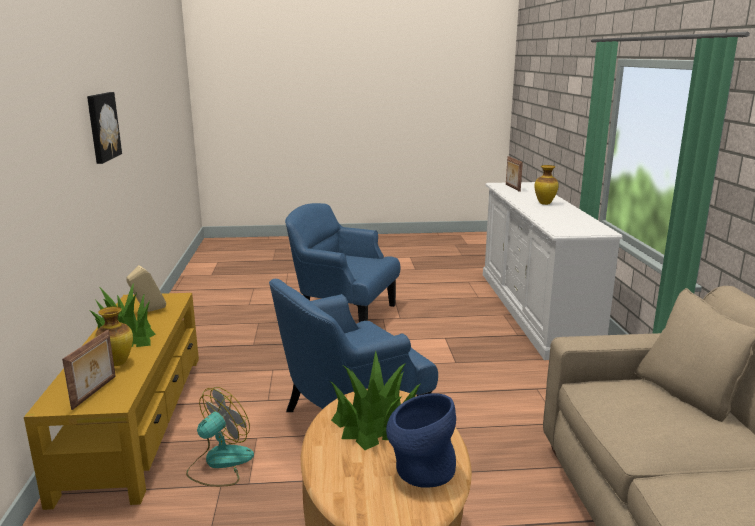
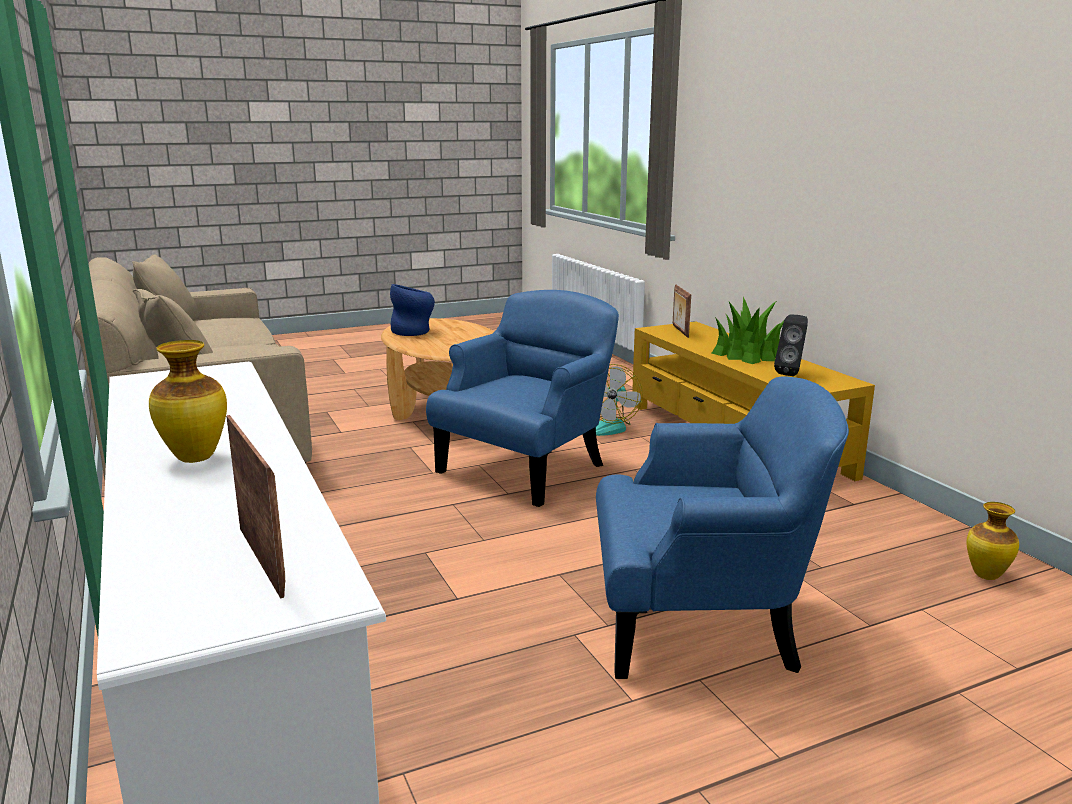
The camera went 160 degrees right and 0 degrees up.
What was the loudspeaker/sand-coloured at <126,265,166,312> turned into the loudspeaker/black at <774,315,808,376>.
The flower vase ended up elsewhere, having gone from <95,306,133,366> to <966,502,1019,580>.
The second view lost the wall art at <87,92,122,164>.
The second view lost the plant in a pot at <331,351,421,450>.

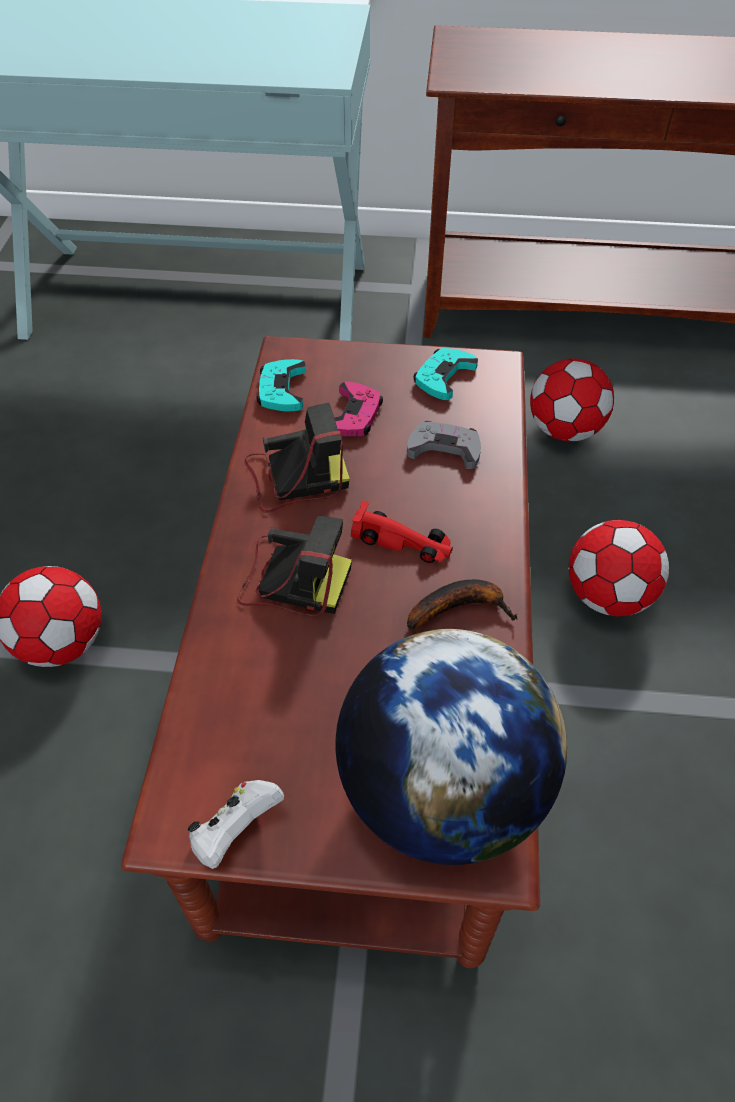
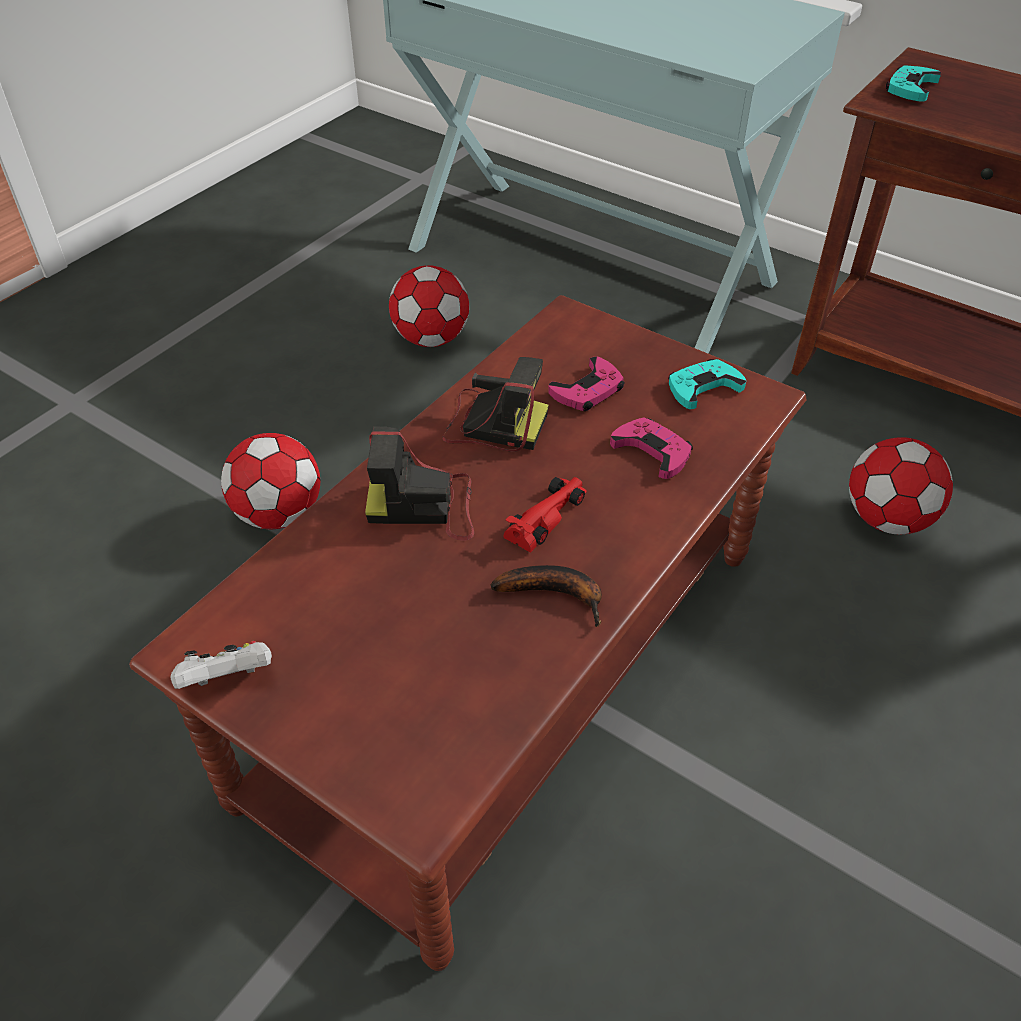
The camera went 30 degrees right and 5 degrees down.
The still camera at <237,516,352,616> ended up facing another way, 135 degrees clockwise from before.
The ball for football ended up elsewhere, having gone from <569,520,669,616> to <389,265,469,347>.
The miniature car/red-coloured at <351,501,453,563> ended up facing another way, 105 degrees counterclockwise from before.
What was the game controller/grey at <407,421,481,469> turned into the game controller/pink at <610,417,693,479>.
The game controller/turquoise ended up elsewhere, having gone from <257,359,306,412> to <886,66,941,102>.
The second view lost the desk globe at <336,629,567,865>.

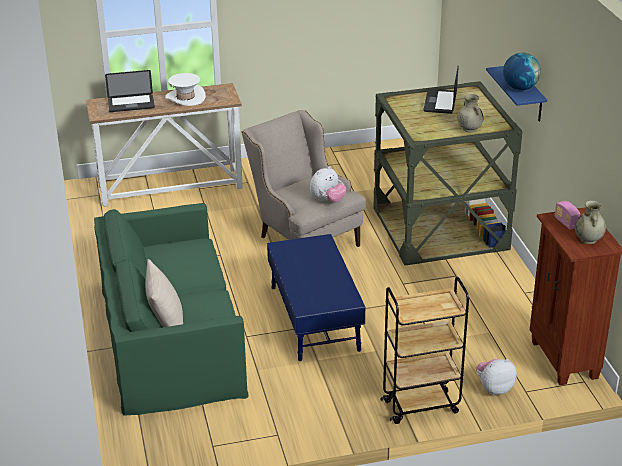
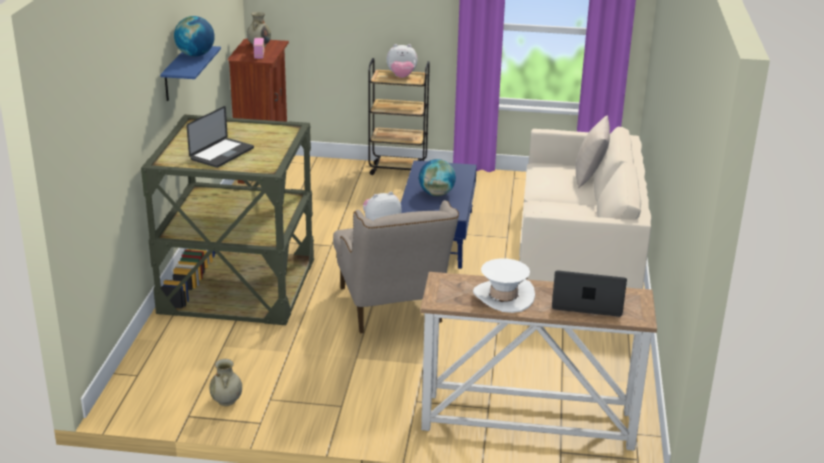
The camera went 160 degrees left and 5 degrees down.
The flower vase/sand-coloured ended up elsewhere, having gone from <457,94,483,133> to <209,359,242,406>.
The plush toy ended up elsewhere, having gone from <476,359,517,395> to <387,44,418,78>.
The second view gained the desk globe at <419,159,456,196>.
What was the settee/green-coloured at <94,203,249,416> turned into the settee/sand-coloured at <519,127,651,289>.

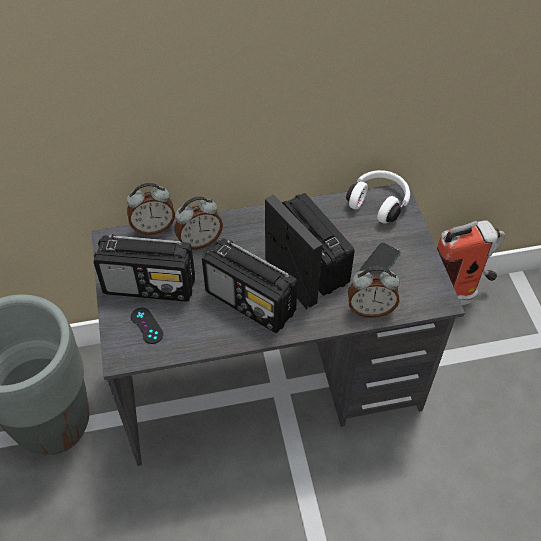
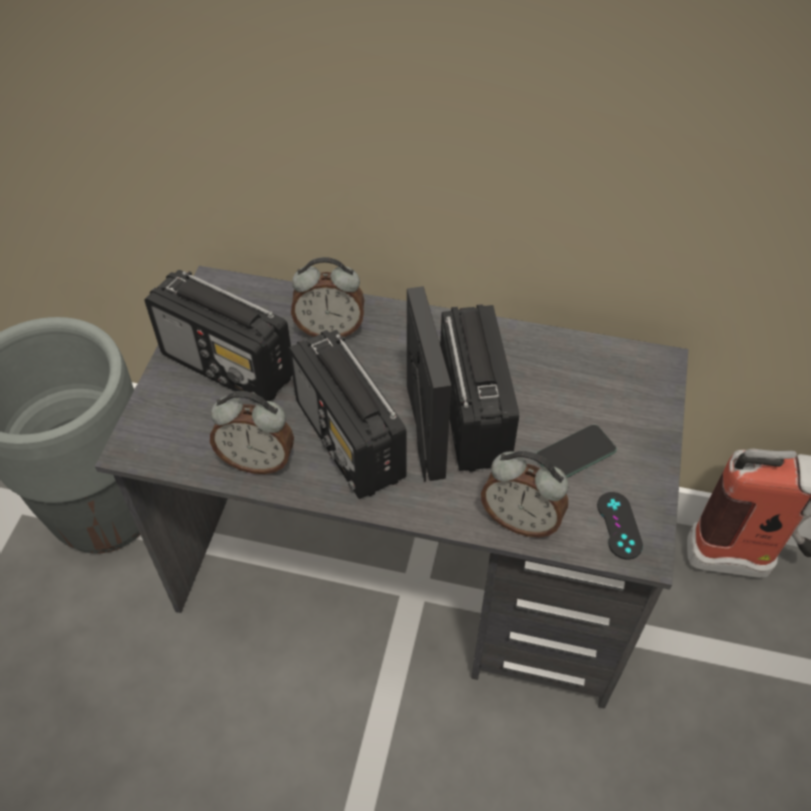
The camera went 25 degrees right and 0 degrees up.
The alarm clock ended up elsewhere, having gone from <127,183,175,235> to <210,391,294,474>.
The game controller/black ended up elsewhere, having gone from <131,308,163,344> to <597,492,643,559>.
The second view lost the headset/white at <346,170,410,224>.

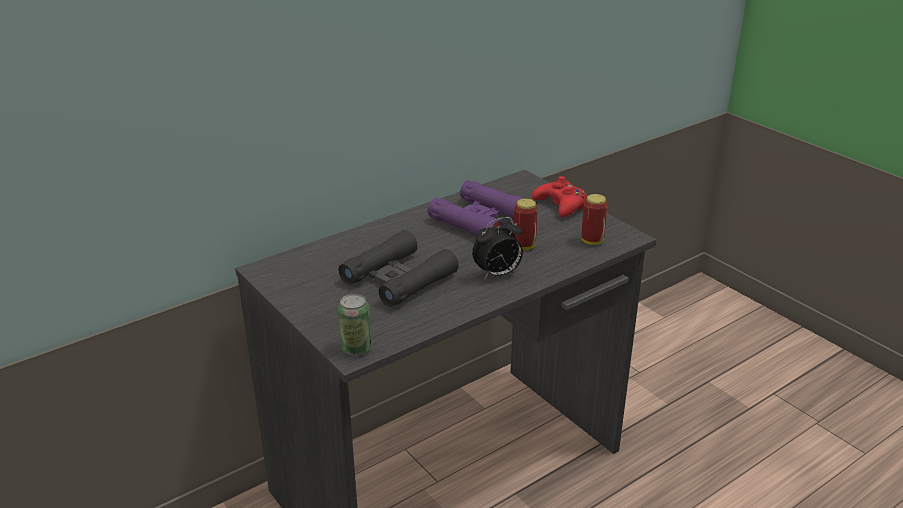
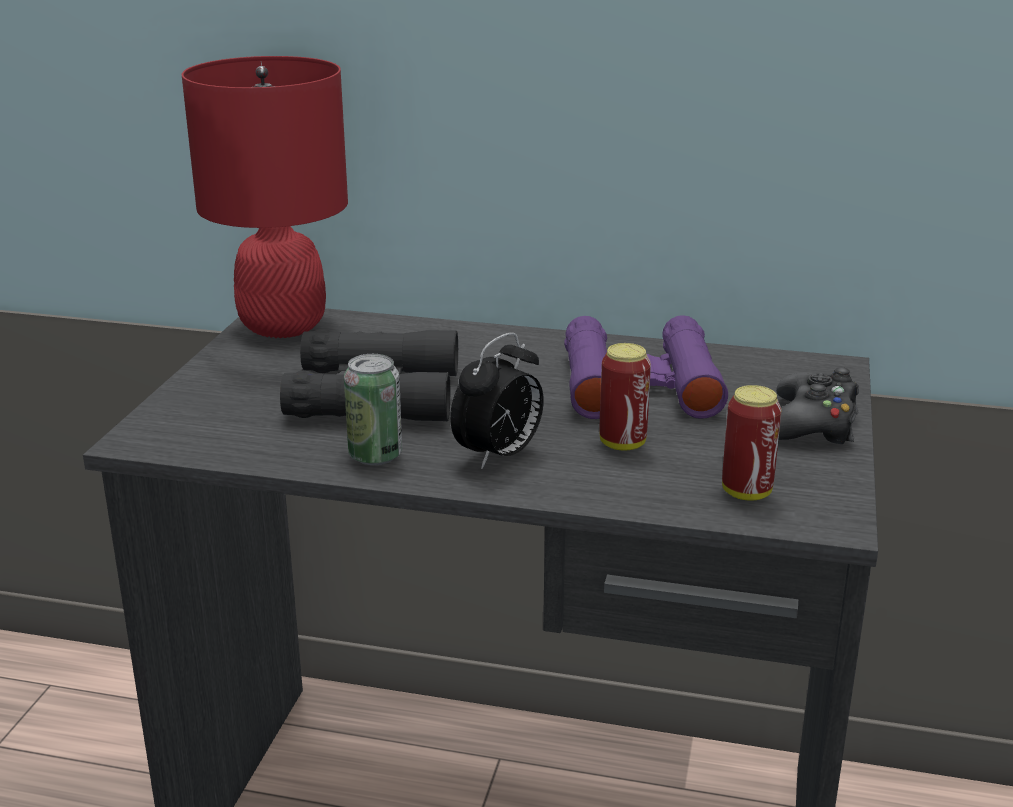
The camera went 50 degrees right and 5 degrees down.
The second view gained the table lamp/red-coloured at <182,56,348,338>.
The can ended up elsewhere, having gone from <338,294,372,355> to <344,354,402,465>.
The alarm clock at <472,217,523,280> ended up facing another way, 75 degrees counterclockwise from before.
What was the game controller/red-coloured at <532,176,587,218> turned into the game controller/black at <776,367,859,444>.

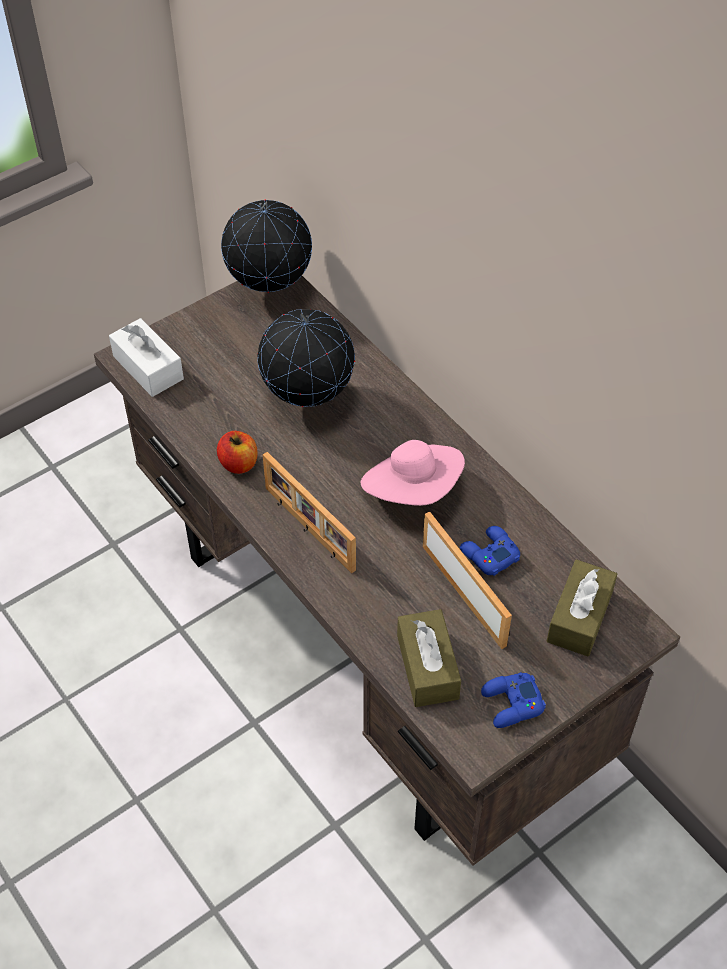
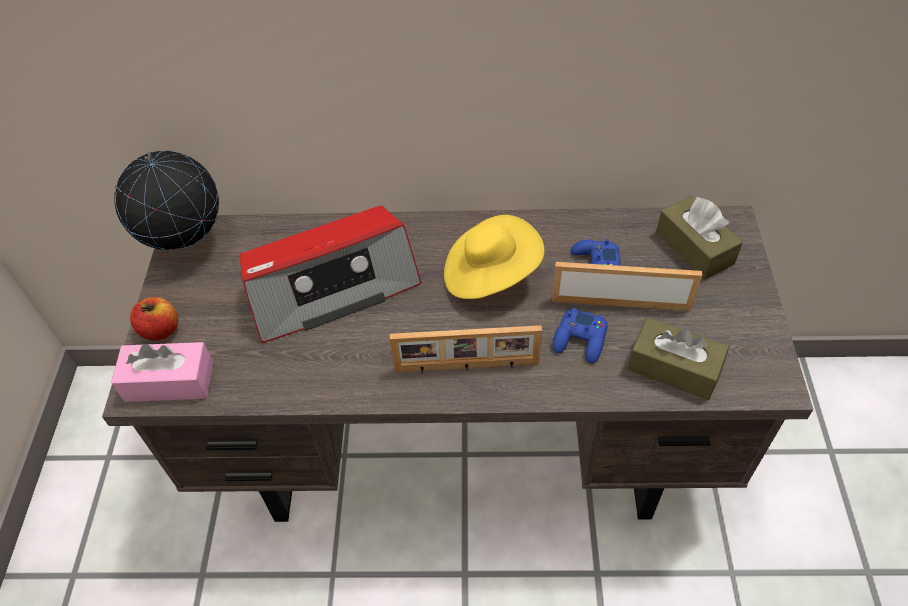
The camera went 50 degrees left and 0 degrees up.
What was the box of tissues/white at <109,318,184,397> turned into the box of tissues/pink at <111,342,213,402>.
The whole apple ended up elsewhere, having gone from <217,431,258,474> to <130,297,178,341>.
Where the desk globe stood at <257,309,355,407>, the radio set came to stand at <239,206,421,343>.
What was the wearable hat/pink at <360,440,465,506> turned into the wearable hat/yellow-coloured at <444,215,544,299>.
The game controller/blue ended up elsewhere, having gone from <481,672,546,728> to <553,308,608,363>.

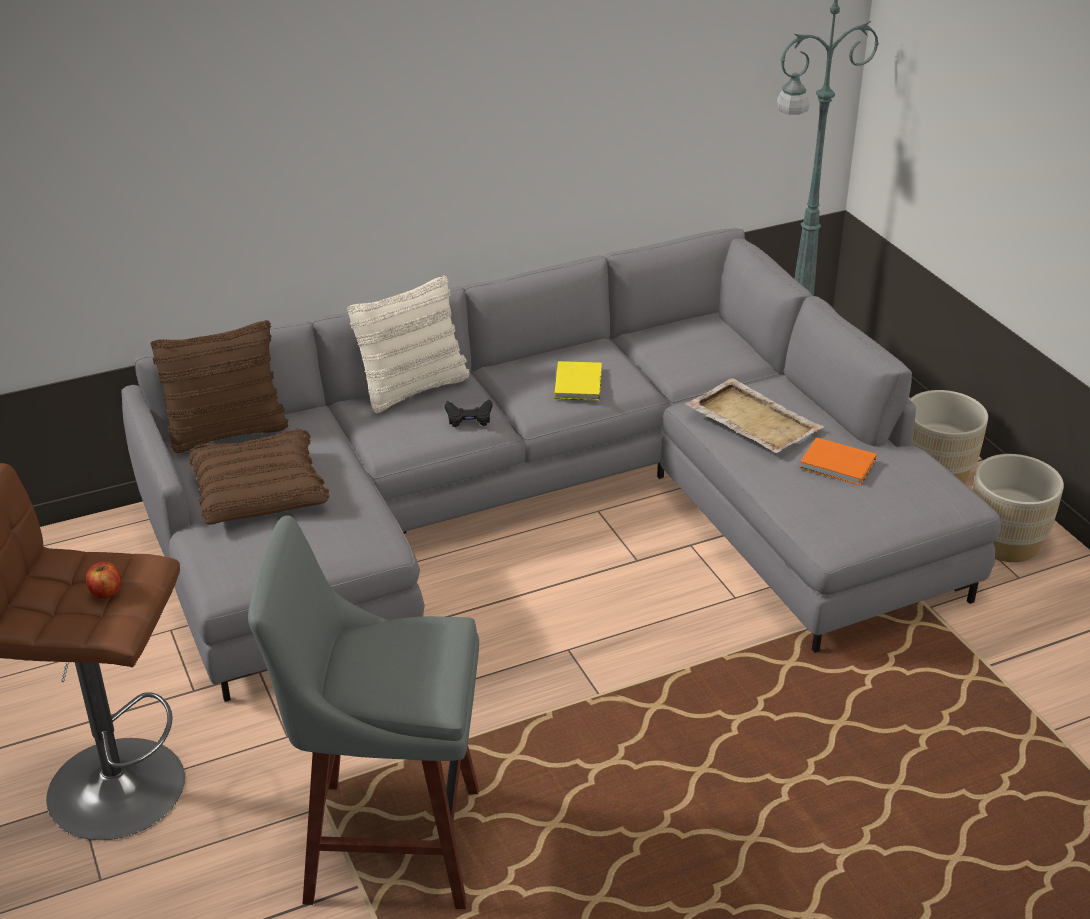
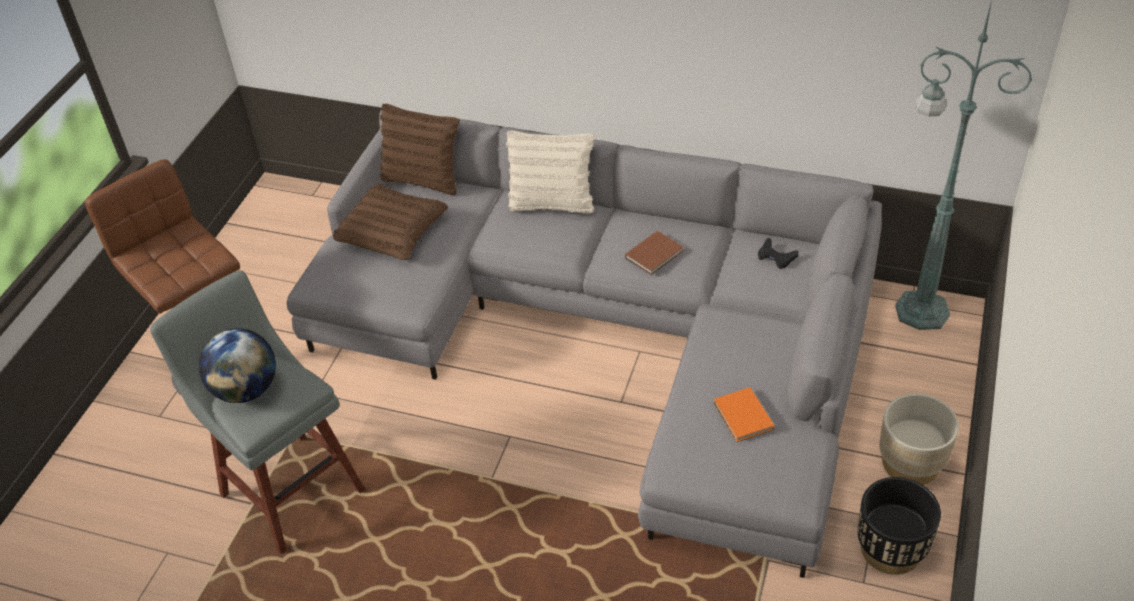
The camera went 45 degrees right and 10 degrees up.
The second view gained the desk globe at <199,328,276,403>.
What was the book/yellow-coloured at <554,361,602,401> turned into the book/brown-coloured at <625,231,683,275>.
The game controller/black ended up elsewhere, having gone from <444,399,493,427> to <758,238,799,269>.
What was the planter/sand-coloured at <972,454,1064,562> turned into the planter/black at <857,477,941,575>.
The second view lost the whole apple at <86,562,121,598>.
The second view lost the serving tray/sand-coloured at <685,378,824,453>.

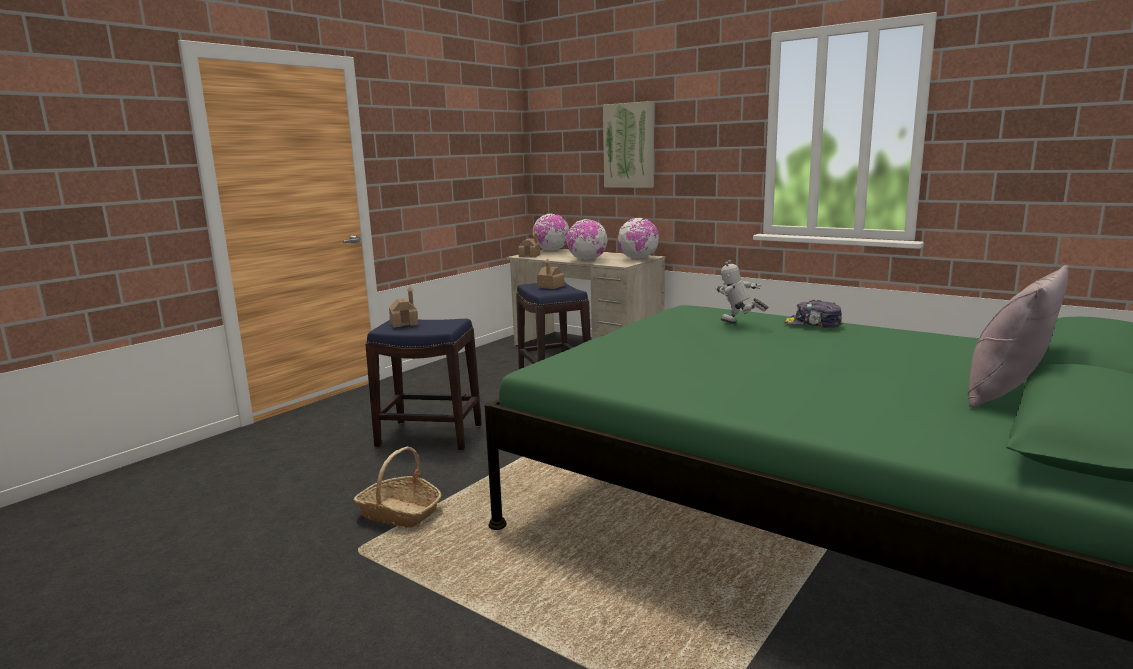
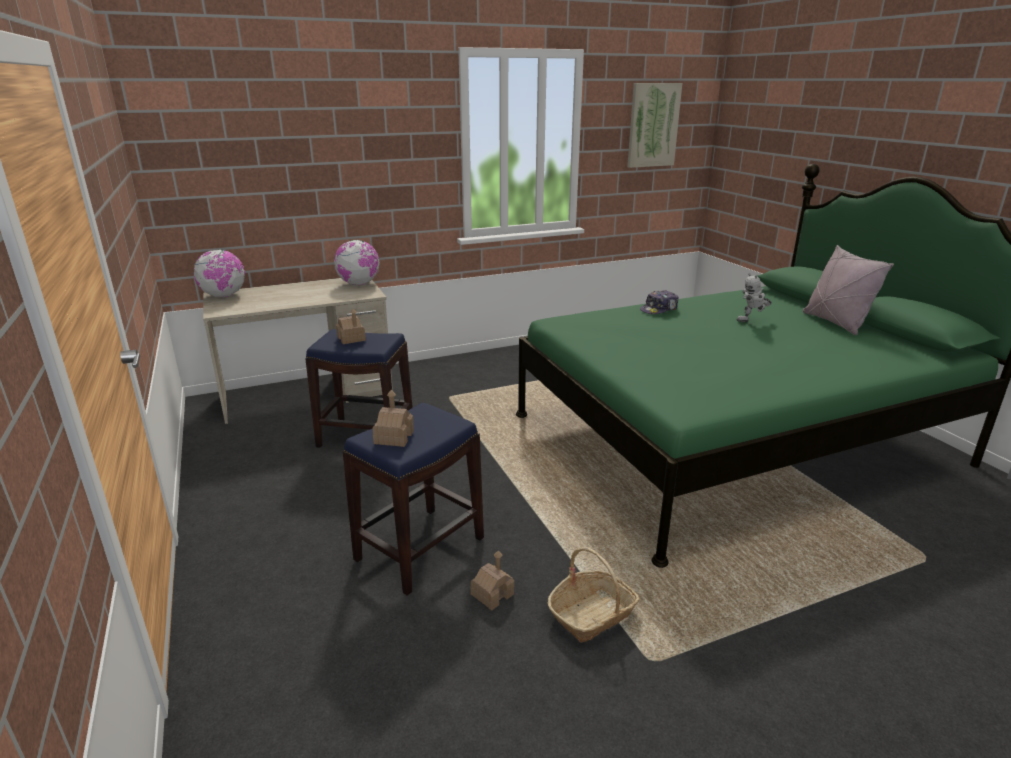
The camera went 60 degrees left and 10 degrees up.
The model house ended up elsewhere, having gone from <519,230,540,257> to <470,551,514,611>.
The wall art ended up elsewhere, having gone from <603,101,654,188> to <627,83,682,168>.
The model robot ended up elsewhere, having gone from <715,260,769,324> to <736,273,772,322>.
The second view lost the desk globe at <566,219,607,261>.

